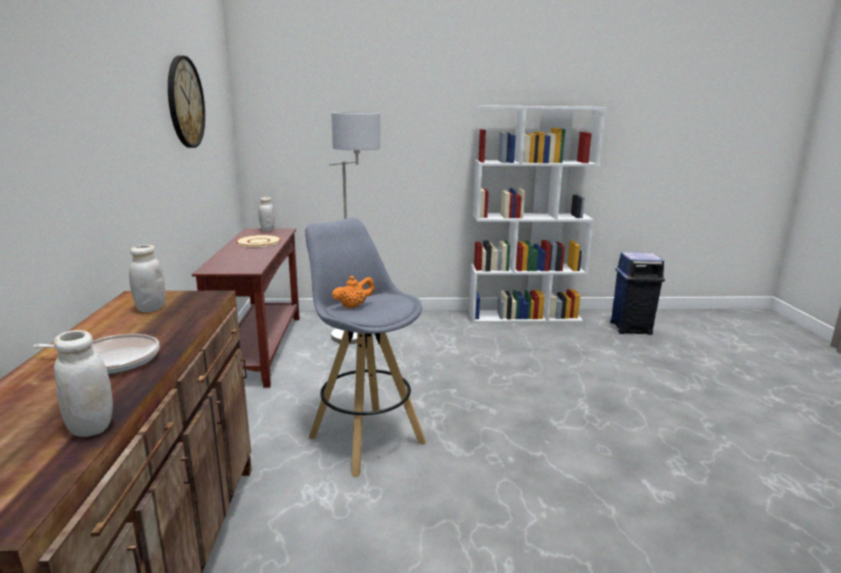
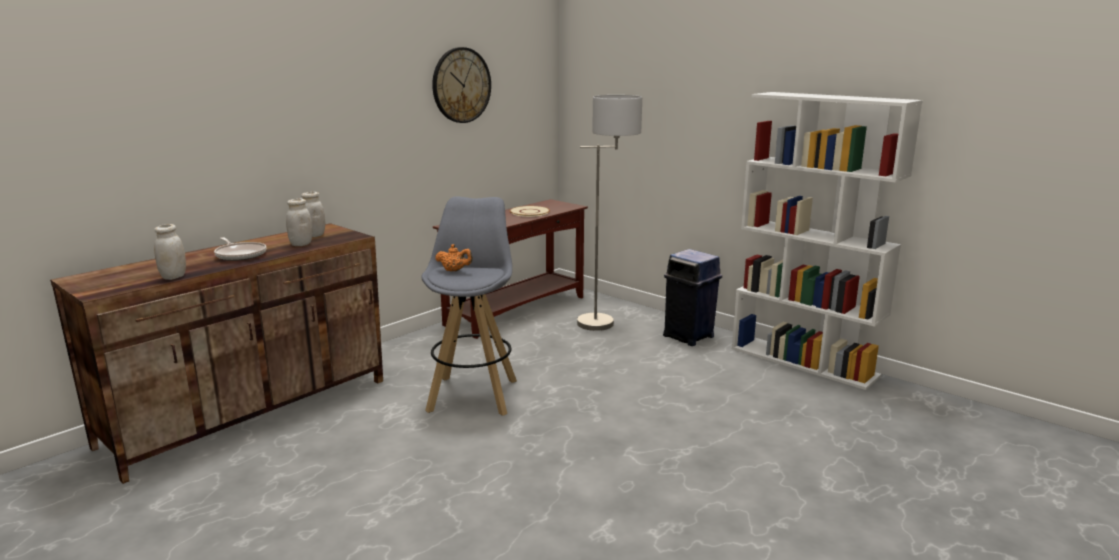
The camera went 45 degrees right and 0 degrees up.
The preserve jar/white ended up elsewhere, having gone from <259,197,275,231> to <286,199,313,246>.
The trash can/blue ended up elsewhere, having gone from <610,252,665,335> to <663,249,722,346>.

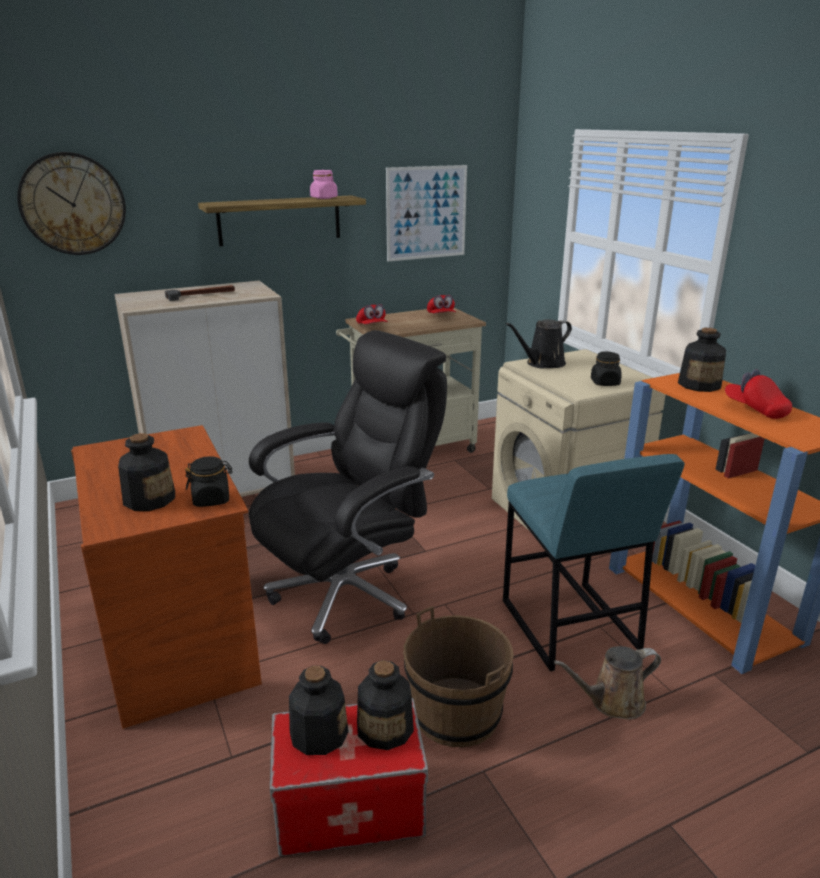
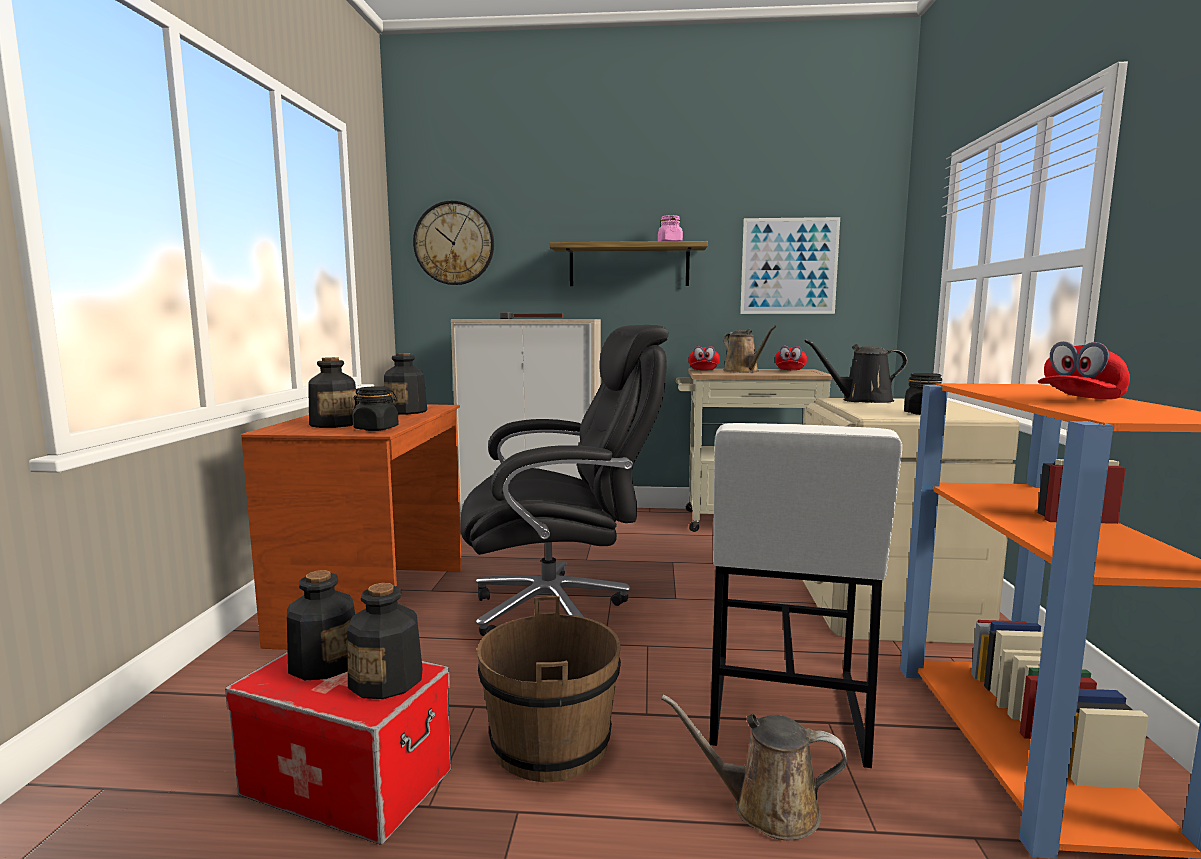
The camera went 30 degrees right and 15 degrees down.
The drink bottle ended up elsewhere, having gone from <678,328,726,392> to <384,353,427,415>.
What was the stool/blue at <503,454,685,671> turned into the stool/white at <709,423,902,768>.
The second view gained the watering can/brown-coloured at <723,326,776,373>.
The cap/red-coloured at <725,369,792,419> ended up facing another way, 120 degrees counterclockwise from before.

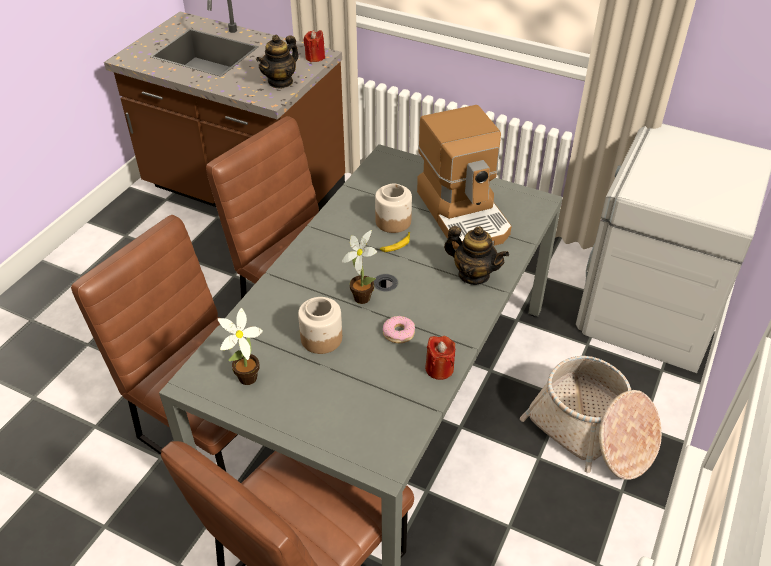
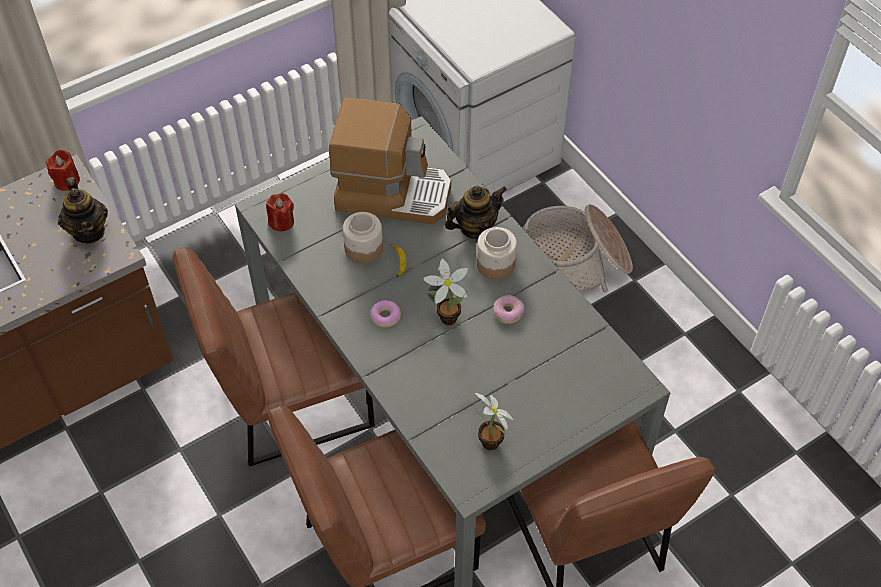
The camera went 60 degrees left and 10 degrees up.
The candle/red-coloured ended up elsewhere, having gone from <425,336,455,380> to <266,193,294,231>.
The second view gained the ring doughnut at <370,300,401,328>.
The preserve jar ended up elsewhere, having gone from <298,297,342,354> to <477,227,517,280>.

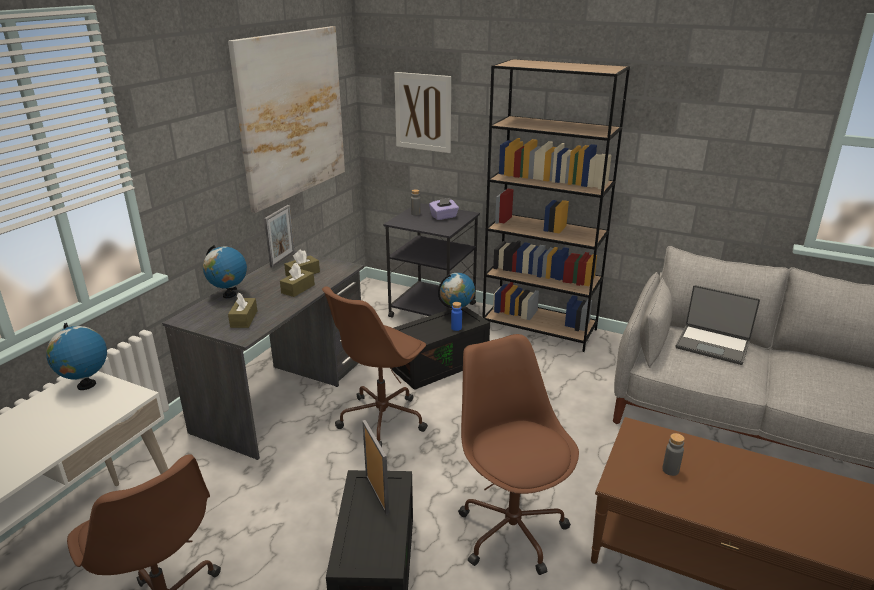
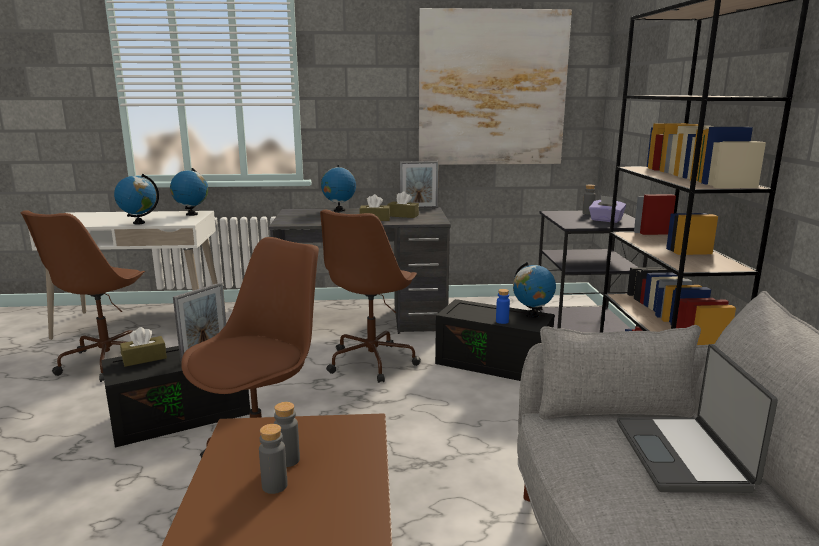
The camera went 60 degrees right and 10 degrees down.
The second view gained the desk globe at <114,174,159,225>.
The box of tissues/brown-coloured ended up elsewhere, having gone from <228,292,257,328> to <120,327,167,367>.
The second view gained the drink bottle/grey at <259,424,288,494>.
The computer chair/brown-coloured at <322,286,428,447> ended up facing another way, 75 degrees counterclockwise from before.
The second view lost the wall art at <394,72,451,153>.

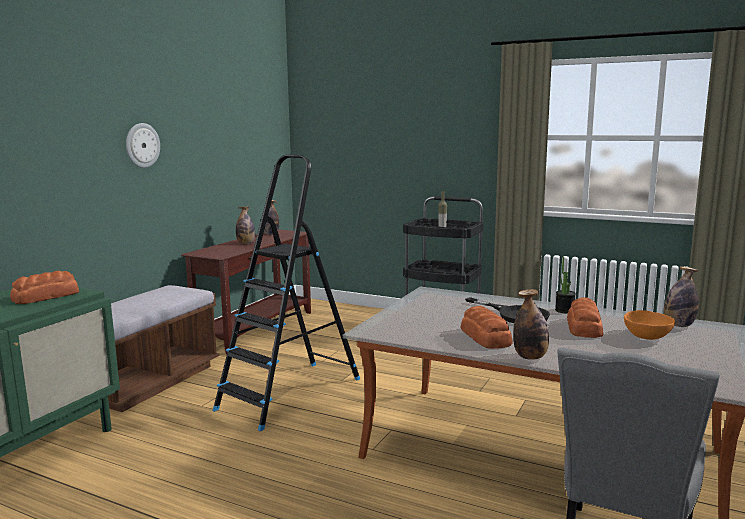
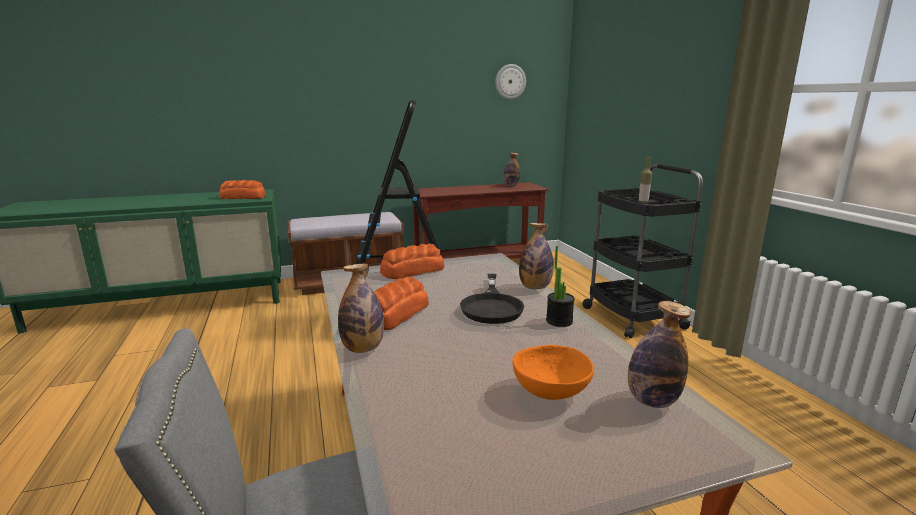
The camera went 45 degrees right and 5 degrees up.
The bread ended up elsewhere, having gone from <567,297,604,338> to <380,244,444,279>.
The hanging clock ended up elsewhere, having gone from <126,123,160,168> to <495,64,526,99>.
The drink bottle ended up elsewhere, having gone from <236,206,255,244> to <519,223,554,289>.

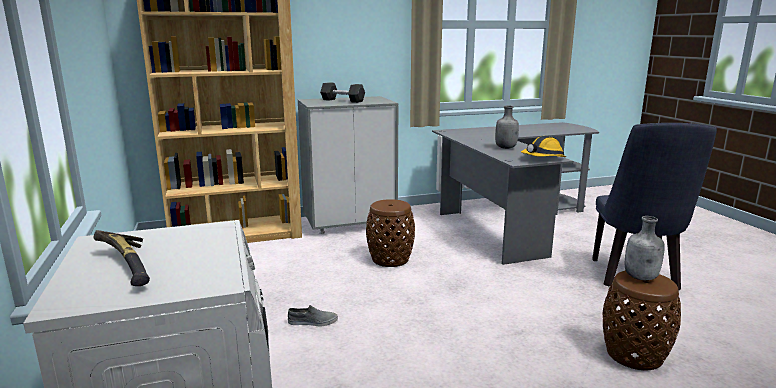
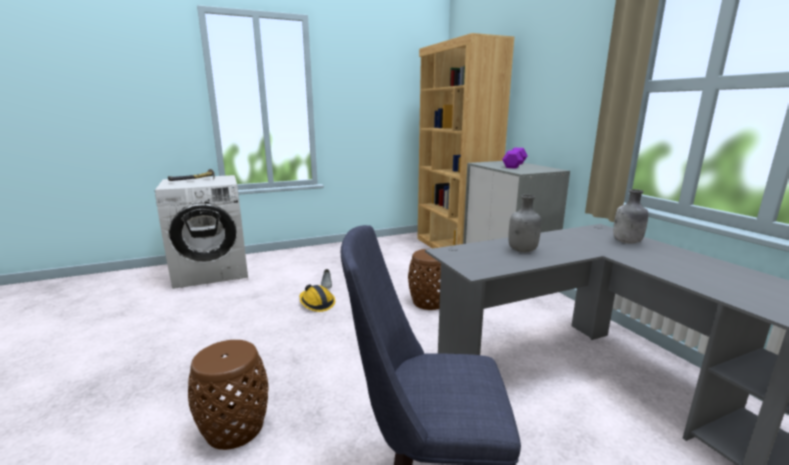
The camera went 85 degrees right and 0 degrees up.
The safety helmet ended up elsewhere, having gone from <521,136,566,157> to <299,284,335,312>.
What was the hand weight/grey at <320,82,365,103> turned into the hand weight/purplish at <502,148,527,169>.
The drink bottle/grey ended up elsewhere, having gone from <625,216,665,280> to <613,189,649,244>.

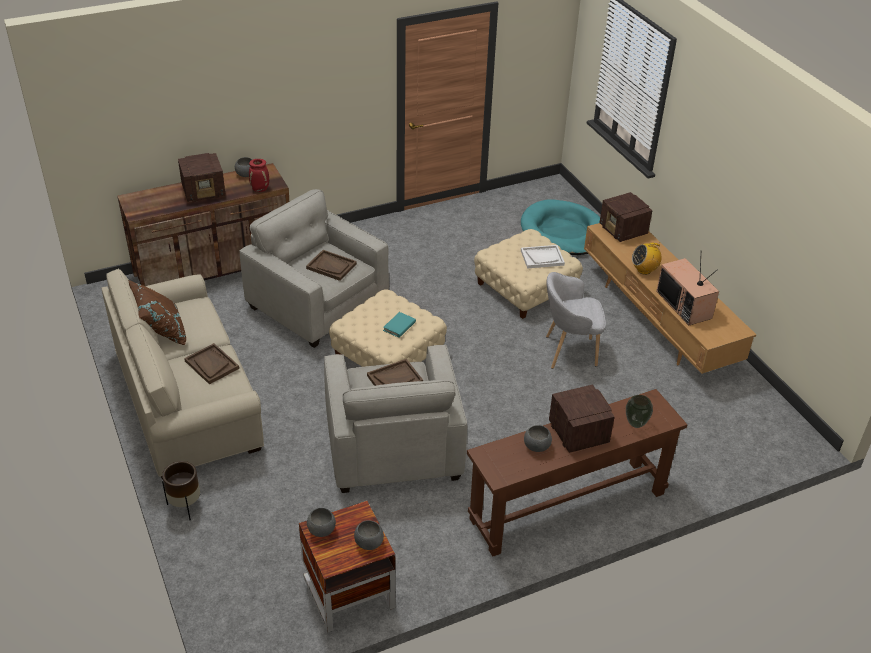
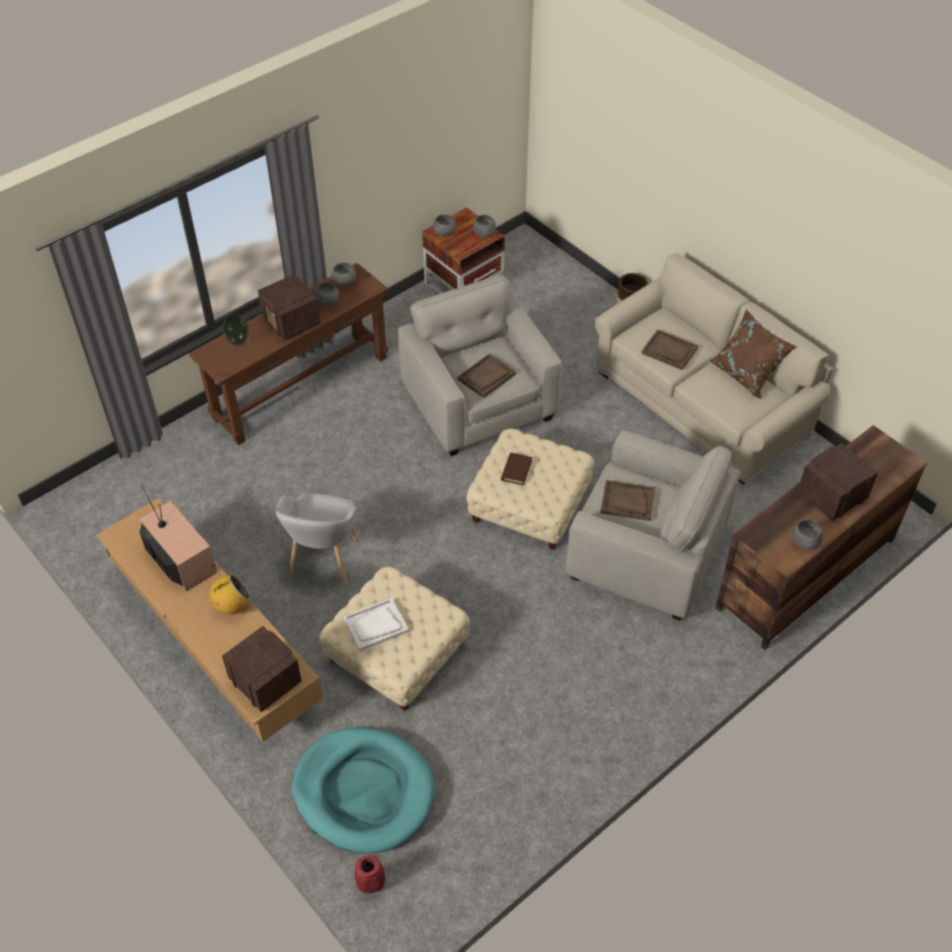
The camera went 165 degrees right and 10 degrees up.
The lounge chair/grey at <546,272,606,369> ended up facing another way, 120 degrees clockwise from before.
The second view gained the deep dish/grey at <331,263,356,286>.
The flower vase/red-coloured ended up elsewhere, having gone from <249,159,269,192> to <355,855,385,893>.
What was the book/turquoise at <383,312,416,338> turned into the book/brown-coloured at <501,453,532,485>.

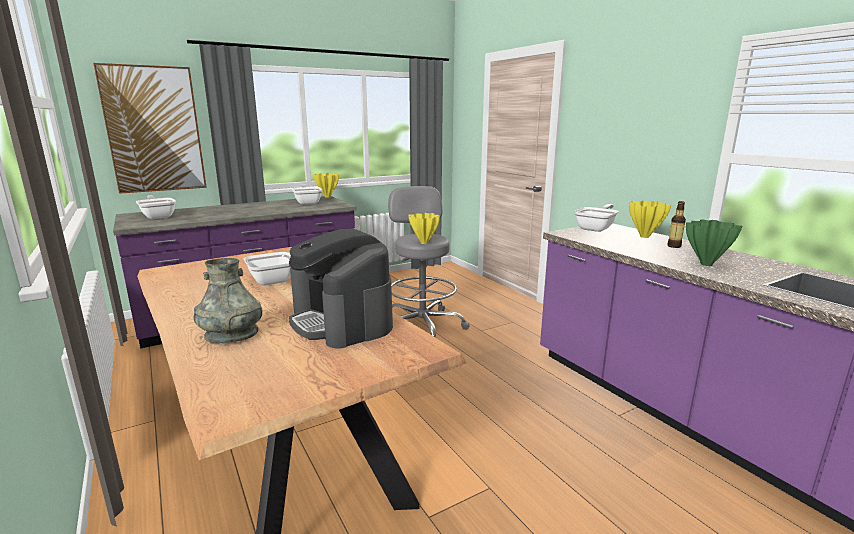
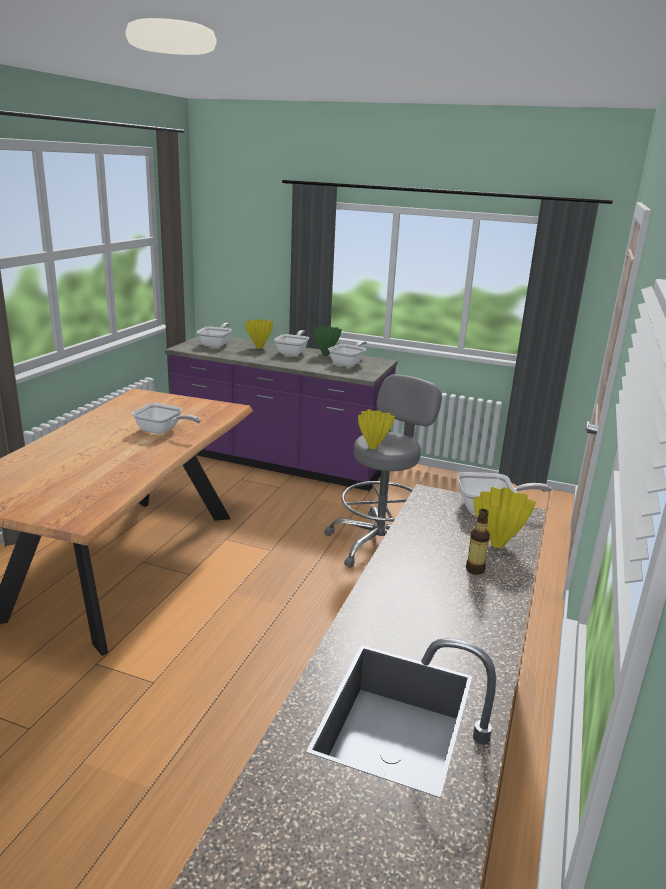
The camera went 50 degrees right and 5 degrees up.
The flower vase/yellow-coloured ended up elsewhere, having gone from <314,173,339,198> to <245,319,273,349>.
The second view gained the frying pan at <274,330,309,356>.
The flower vase/green-coloured ended up elsewhere, having gone from <686,219,742,266> to <313,326,342,356>.
The second view lost the wall art at <93,63,207,194>.
The second view lost the flower vase/grey at <193,258,262,343>.
The second view lost the coffee brewer at <289,229,393,348>.

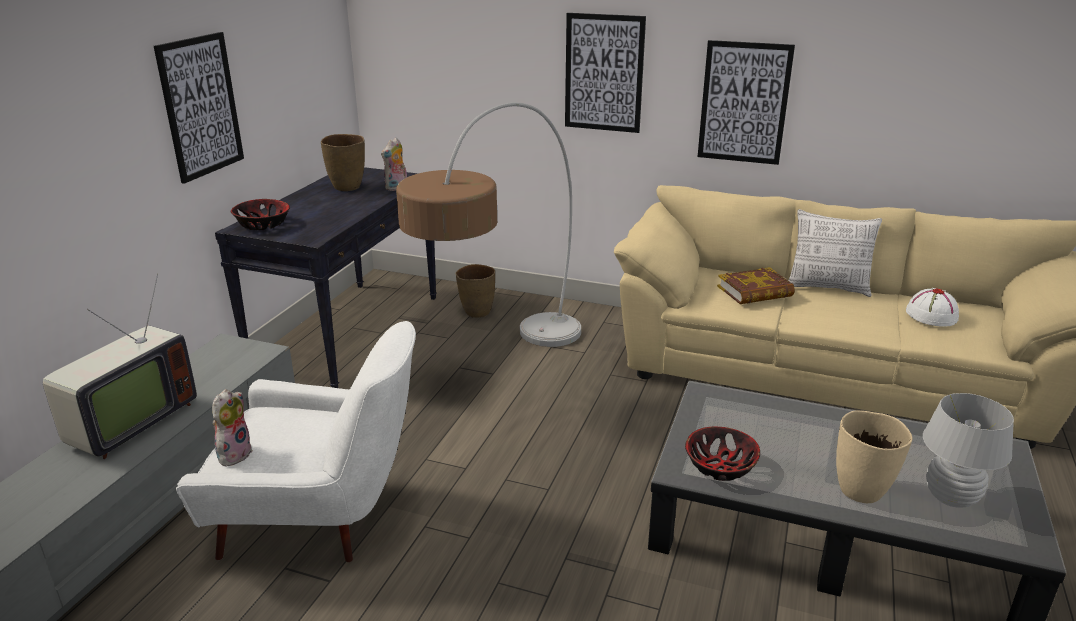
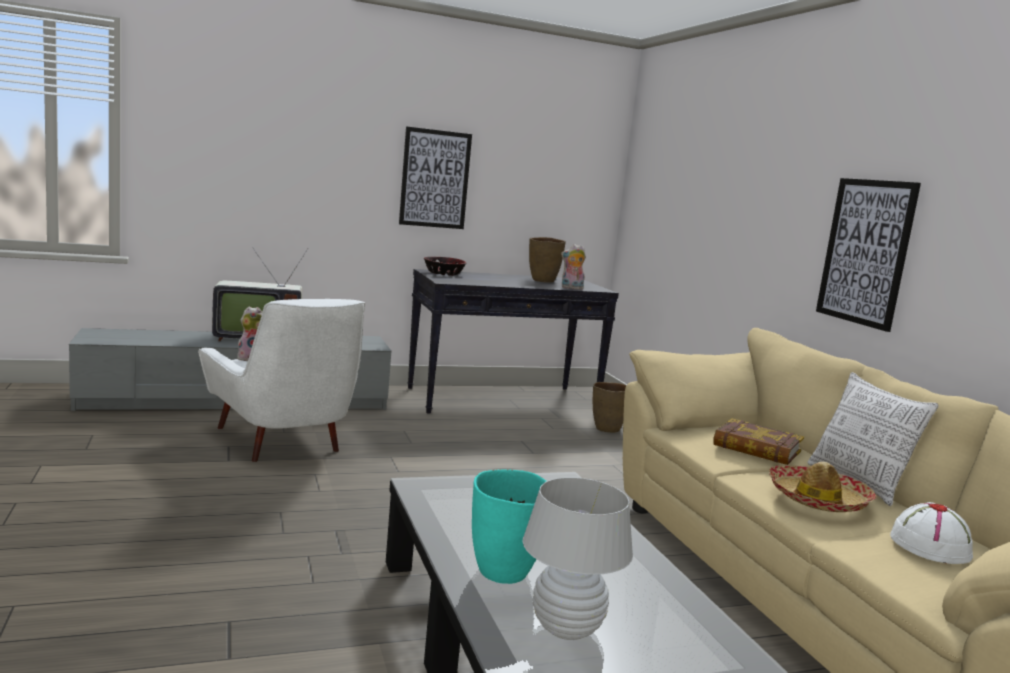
The camera went 50 degrees right and 15 degrees down.
What was the flower vase/sand-coloured at <836,410,913,503> turned into the flower vase/turquoise at <472,469,546,584>.
The second view gained the wearable hat at <769,462,877,512>.
The second view lost the standard lamp at <396,102,581,347>.
The second view lost the wall art at <565,13,646,133>.
The second view lost the deep dish at <685,426,760,481>.

